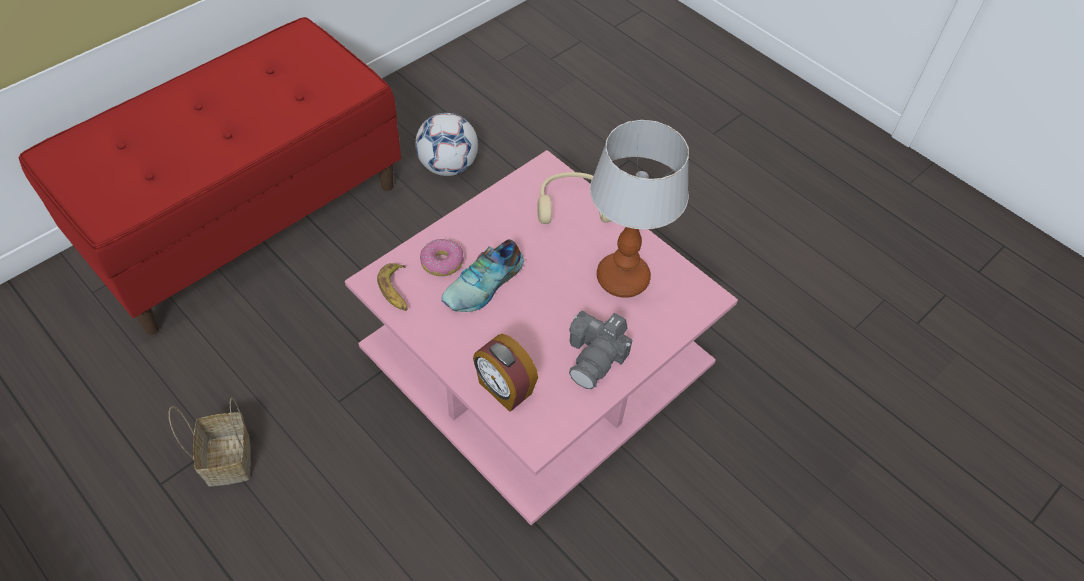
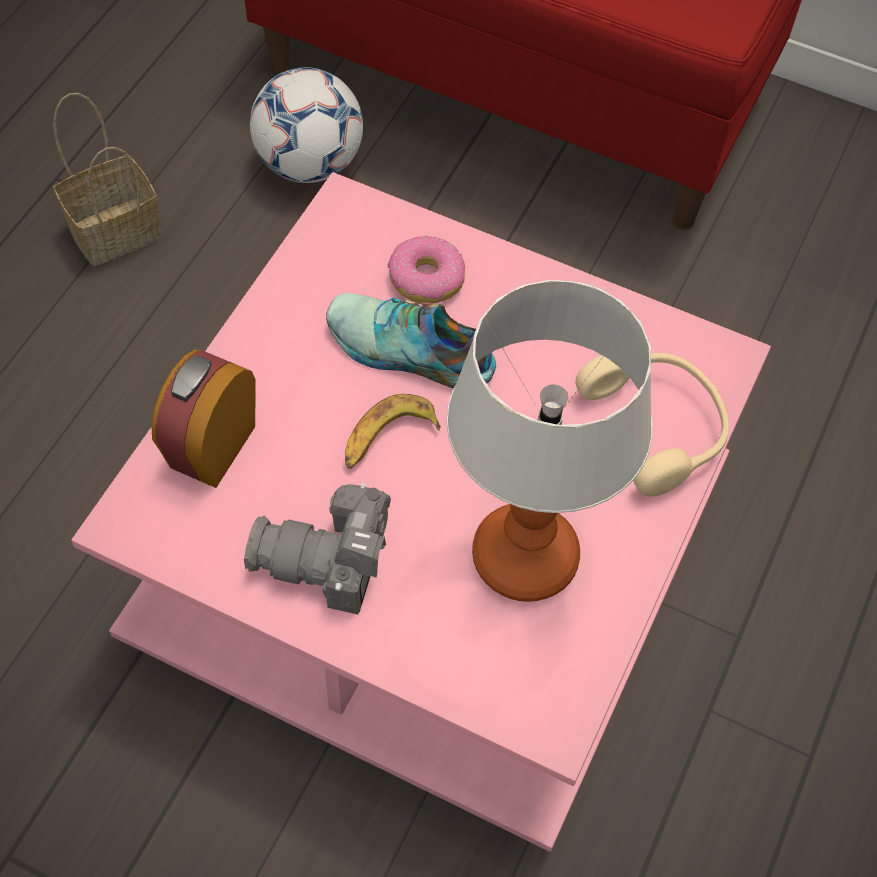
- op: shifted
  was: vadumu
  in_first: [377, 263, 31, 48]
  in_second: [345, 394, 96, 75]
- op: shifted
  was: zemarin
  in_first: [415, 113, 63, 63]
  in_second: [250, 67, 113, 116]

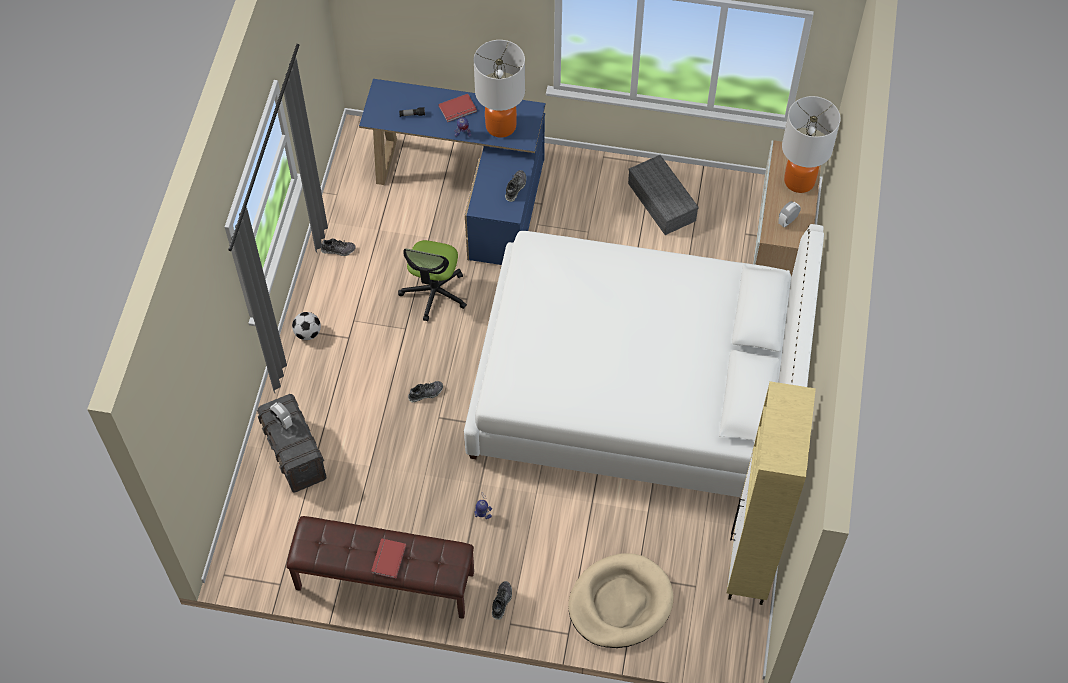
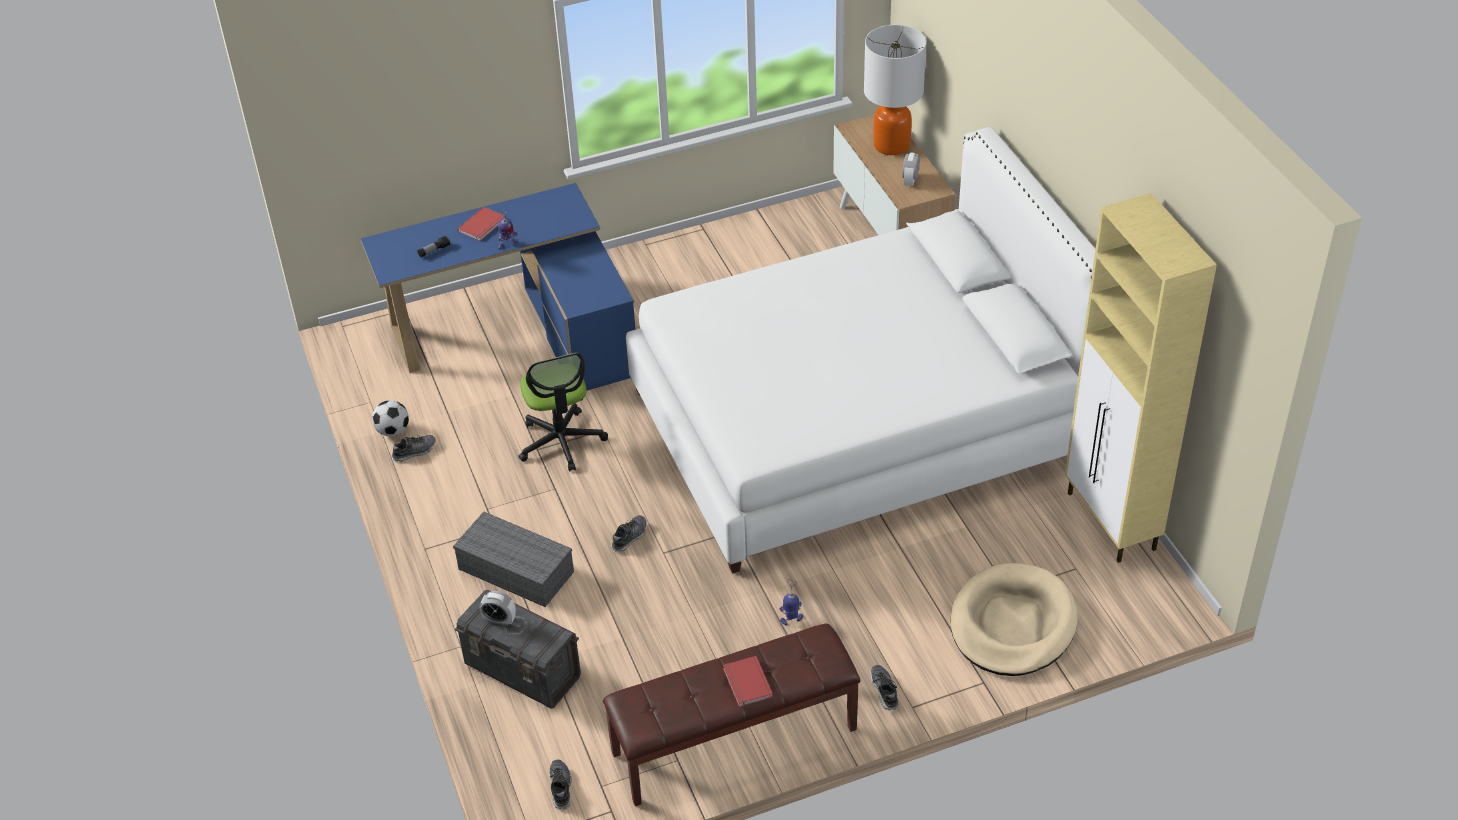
- op: gone
  was: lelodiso
  in_first: [474, 40, 51, 98]
- op: shifted
  was: zemarin
  in_first: [292, 312, 29, 28]
  in_second: [372, 400, 37, 36]
- op: shifted
  was: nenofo
  in_first: [505, 170, 21, 32]
  in_second: [550, 760, 22, 50]
- op: shifted
  was: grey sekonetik
  in_first: [628, 155, 71, 80]
  in_second: [453, 511, 121, 96]

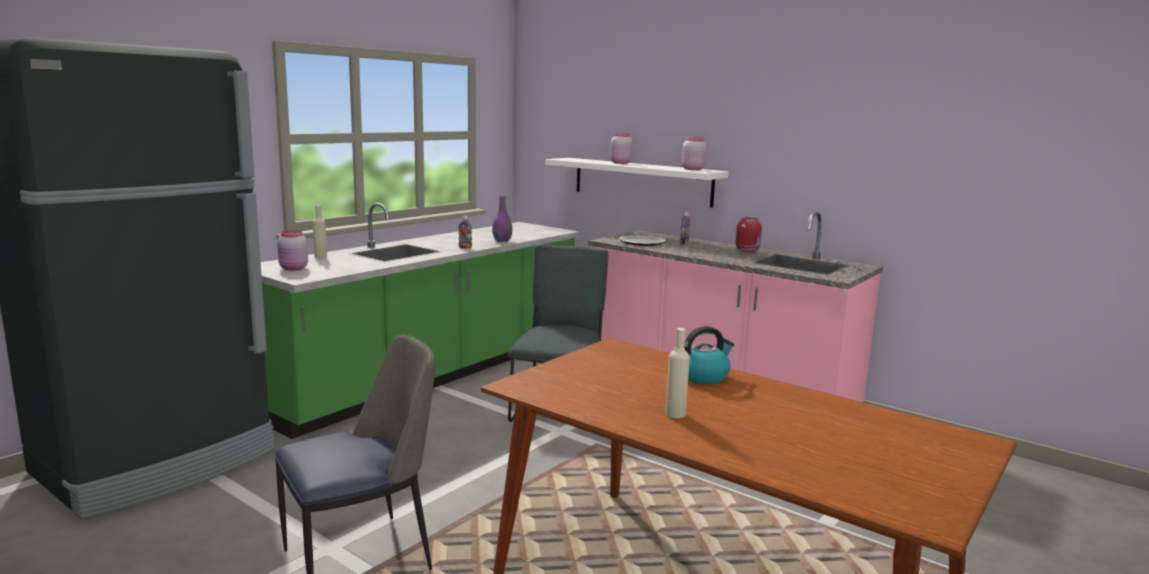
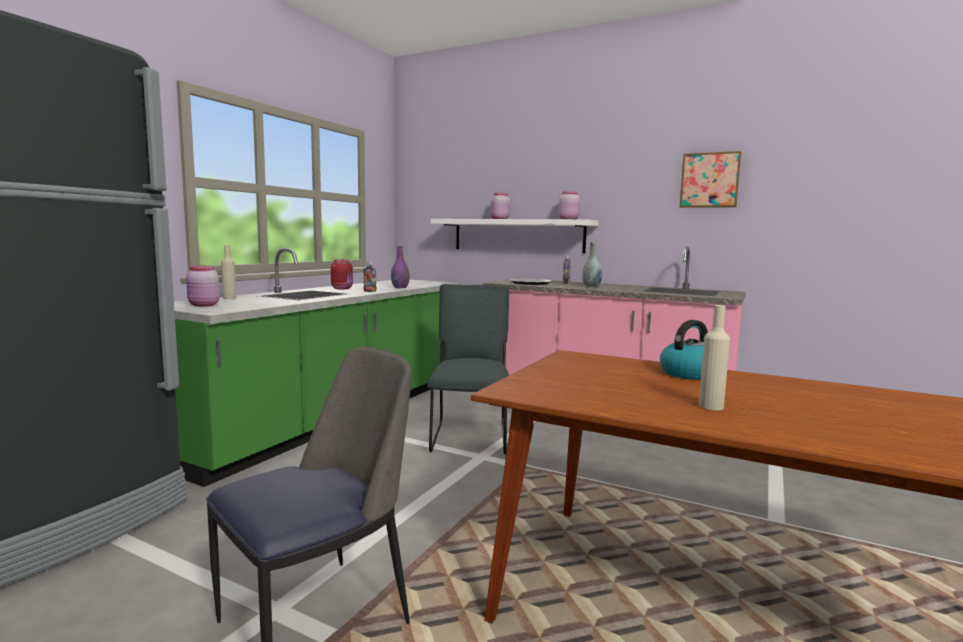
- op: new
  now: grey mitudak
  in_second: [582, 242, 20, 45]
- op: new
  now: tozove
  in_second: [680, 151, 61, 57]
- op: shifted
  was: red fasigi
  in_first: [736, 217, 26, 35]
  in_second: [331, 259, 22, 30]

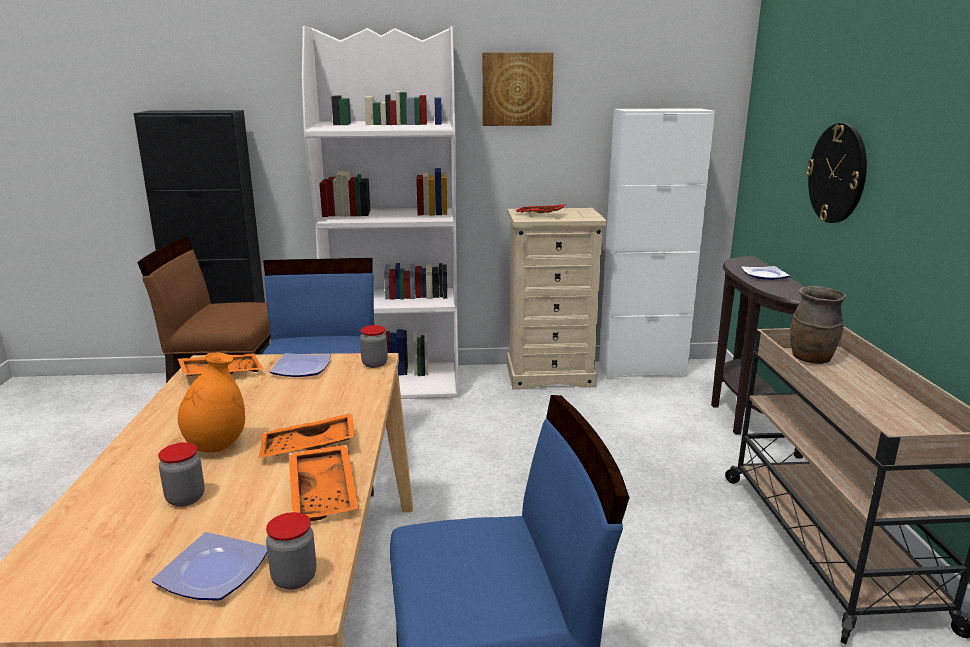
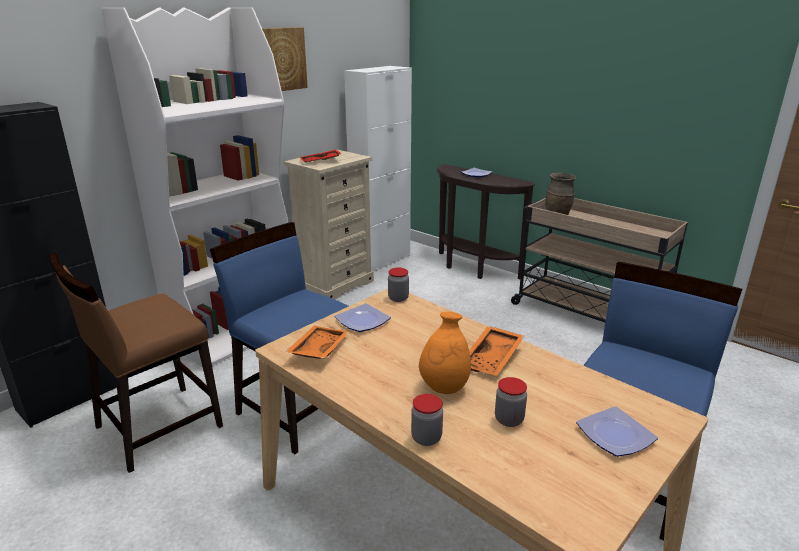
- op: gone
  was: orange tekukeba
  in_first: [289, 445, 70, 76]
- op: gone
  was: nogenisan
  in_first: [806, 123, 61, 100]
- op: shifted
  was: fasigi
  in_first: [266, 512, 50, 78]
  in_second: [411, 394, 32, 52]

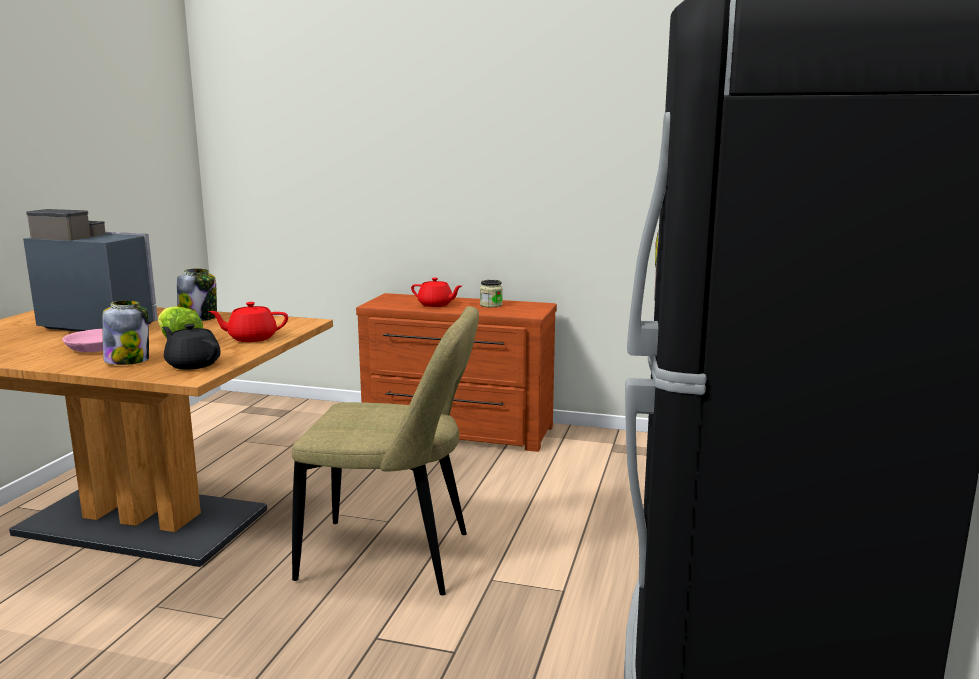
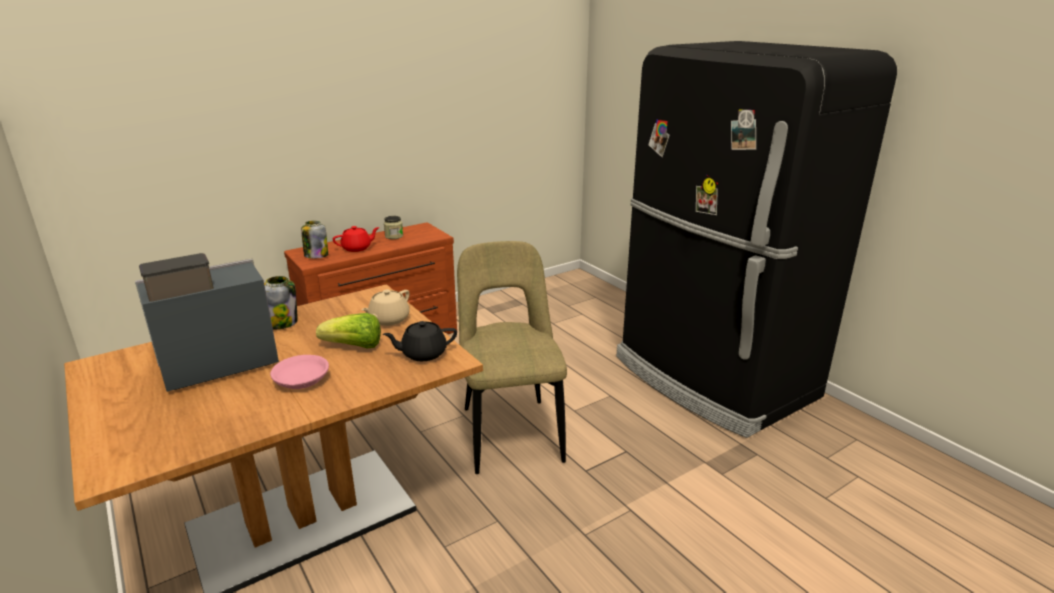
- op: shifted
  was: fasigi
  in_first: [102, 301, 47, 64]
  in_second: [301, 221, 27, 38]
- op: repainted
  was: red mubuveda
  now: beige mubuveda
  in_first: [208, 302, 80, 40]
  in_second: [361, 289, 49, 37]
- op: rotated
  was: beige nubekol
  in_first: [292, 306, 187, 289]
  in_second: [457, 241, 110, 233]
  clockwise: -60

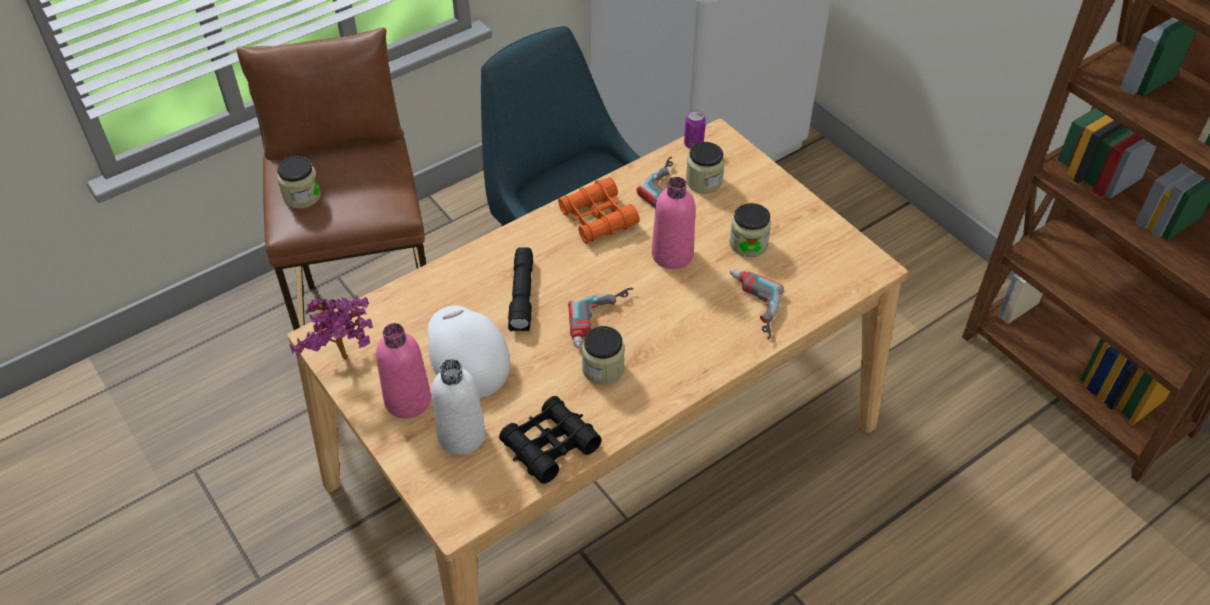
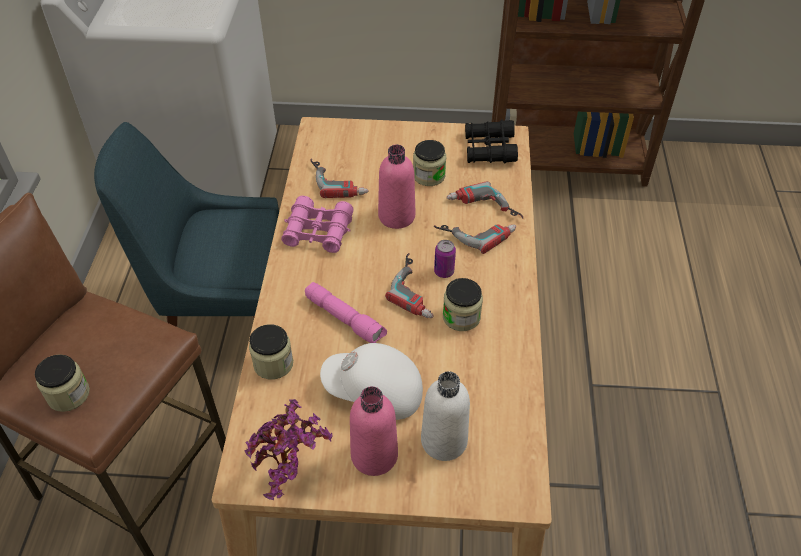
- op: new
  now: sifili
  in_second: [434, 224, 82, 30]
- op: shifted
  was: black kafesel
  in_first: [499, 396, 103, 88]
  in_second: [465, 120, 53, 43]
- op: shifted
  was: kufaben
  in_first: [684, 110, 22, 39]
  in_second: [434, 240, 22, 38]
- op: shifted
  was: fasigi
  in_first: [686, 142, 39, 52]
  in_second: [249, 324, 44, 55]
- op: repainted
  was: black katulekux
  now: pink katulekux
  in_first: [508, 247, 25, 84]
  in_second: [305, 282, 82, 61]
- op: repainted
  was: orange kafesel
  now: pink kafesel
  in_first: [558, 177, 81, 67]
  in_second: [281, 196, 73, 57]

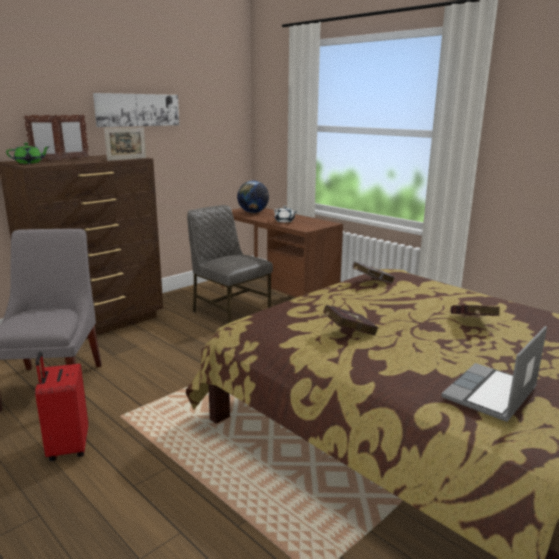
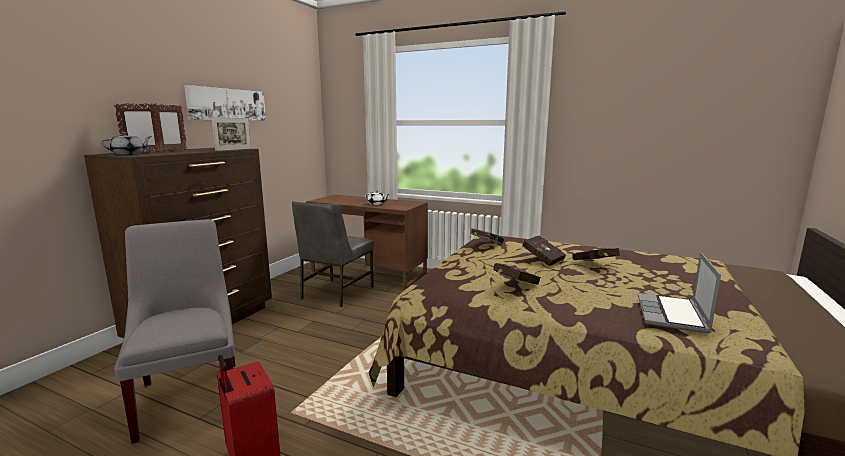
- op: gone
  was: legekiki
  in_first: [237, 181, 32, 32]
- op: new
  now: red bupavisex
  in_second: [522, 235, 44, 31]
- op: repainted
  was: green mubuveda
  now: grey mubuveda
  in_first: [6, 143, 44, 21]
  in_second: [100, 132, 52, 23]
- op: rotated
  was: grey nubekol
  in_first: [187, 205, 86, 118]
  in_second: [292, 201, 82, 106]
  clockwise: -90

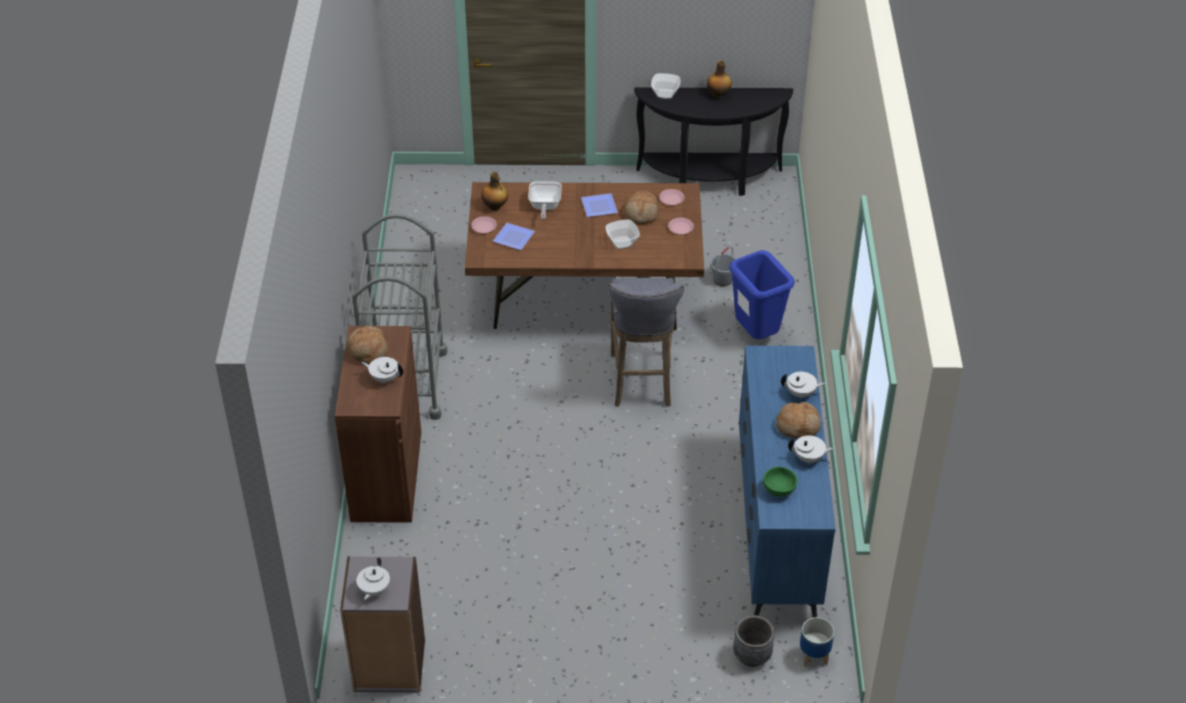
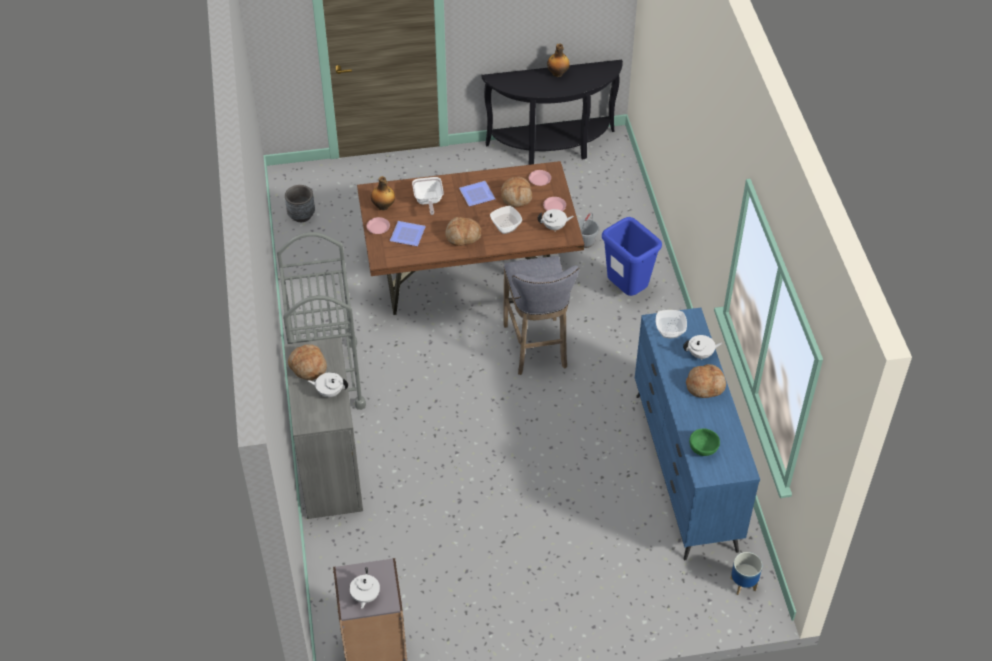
- op: new
  now: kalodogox
  in_second: [446, 217, 35, 29]
- op: shifted
  was: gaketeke
  in_first: [651, 73, 30, 26]
  in_second: [656, 310, 31, 29]
- op: shifted
  was: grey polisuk
  in_first: [733, 615, 42, 52]
  in_second: [285, 185, 30, 37]
- op: shifted
  was: white mubuveda
  in_first: [788, 435, 47, 29]
  in_second: [538, 209, 36, 21]
- op: repainted
  was: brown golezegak
  now: grey golezegak
  in_first: [335, 326, 86, 197]
  in_second: [284, 337, 79, 182]

